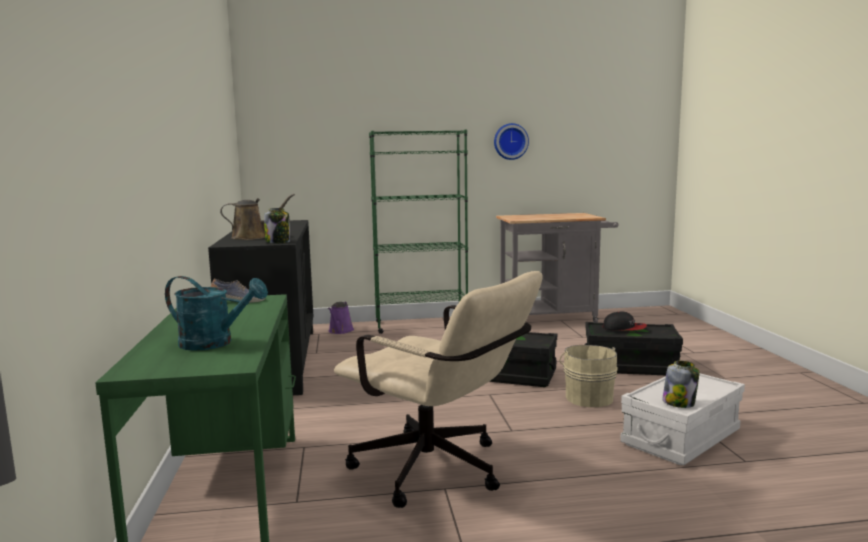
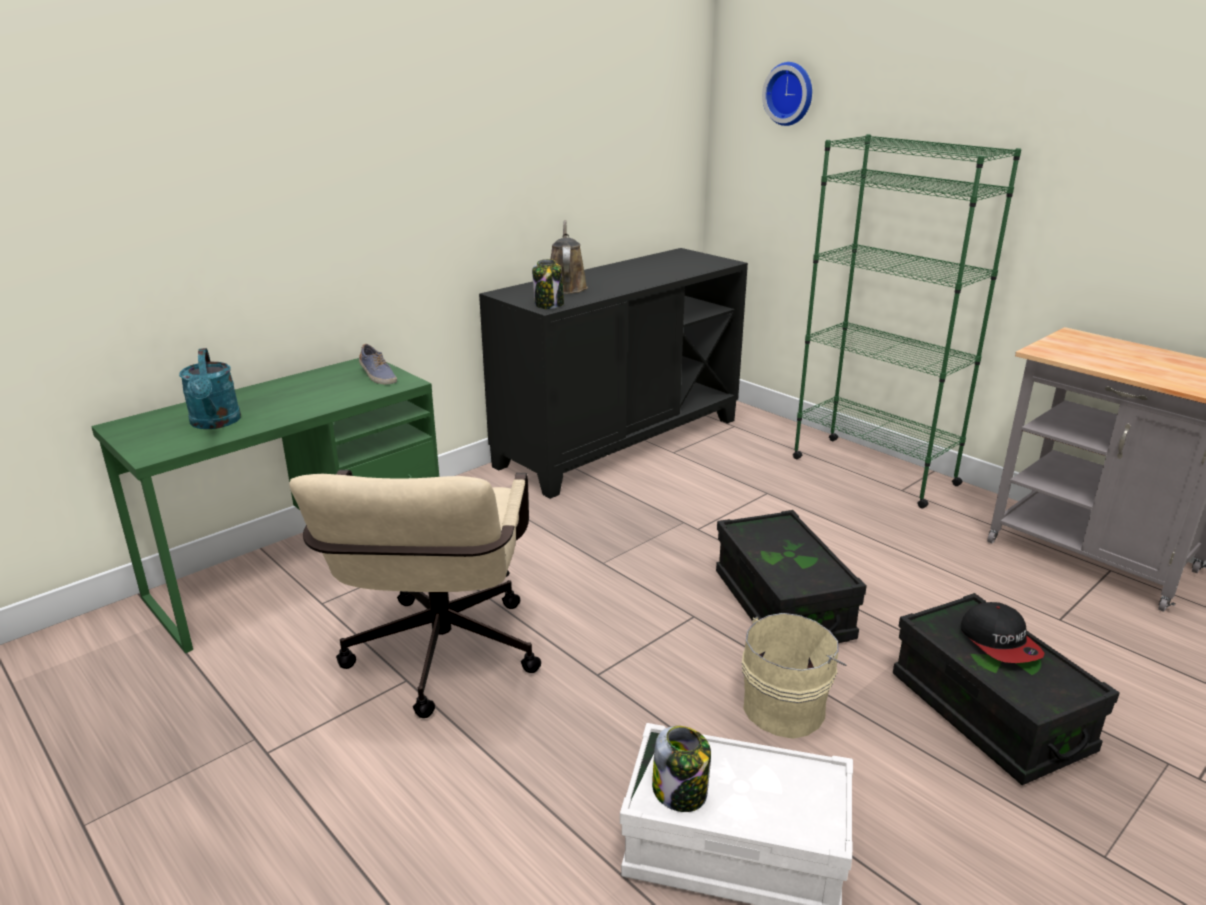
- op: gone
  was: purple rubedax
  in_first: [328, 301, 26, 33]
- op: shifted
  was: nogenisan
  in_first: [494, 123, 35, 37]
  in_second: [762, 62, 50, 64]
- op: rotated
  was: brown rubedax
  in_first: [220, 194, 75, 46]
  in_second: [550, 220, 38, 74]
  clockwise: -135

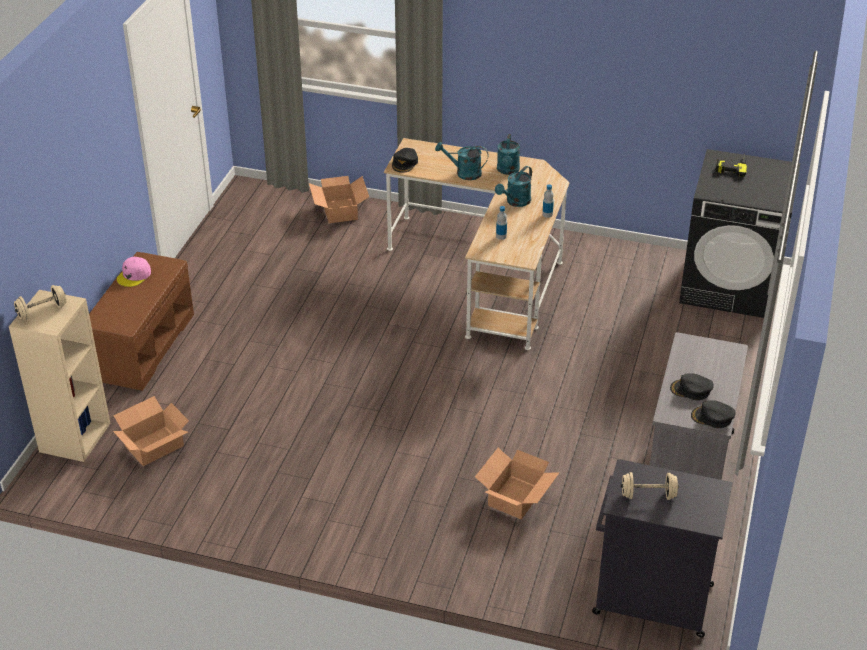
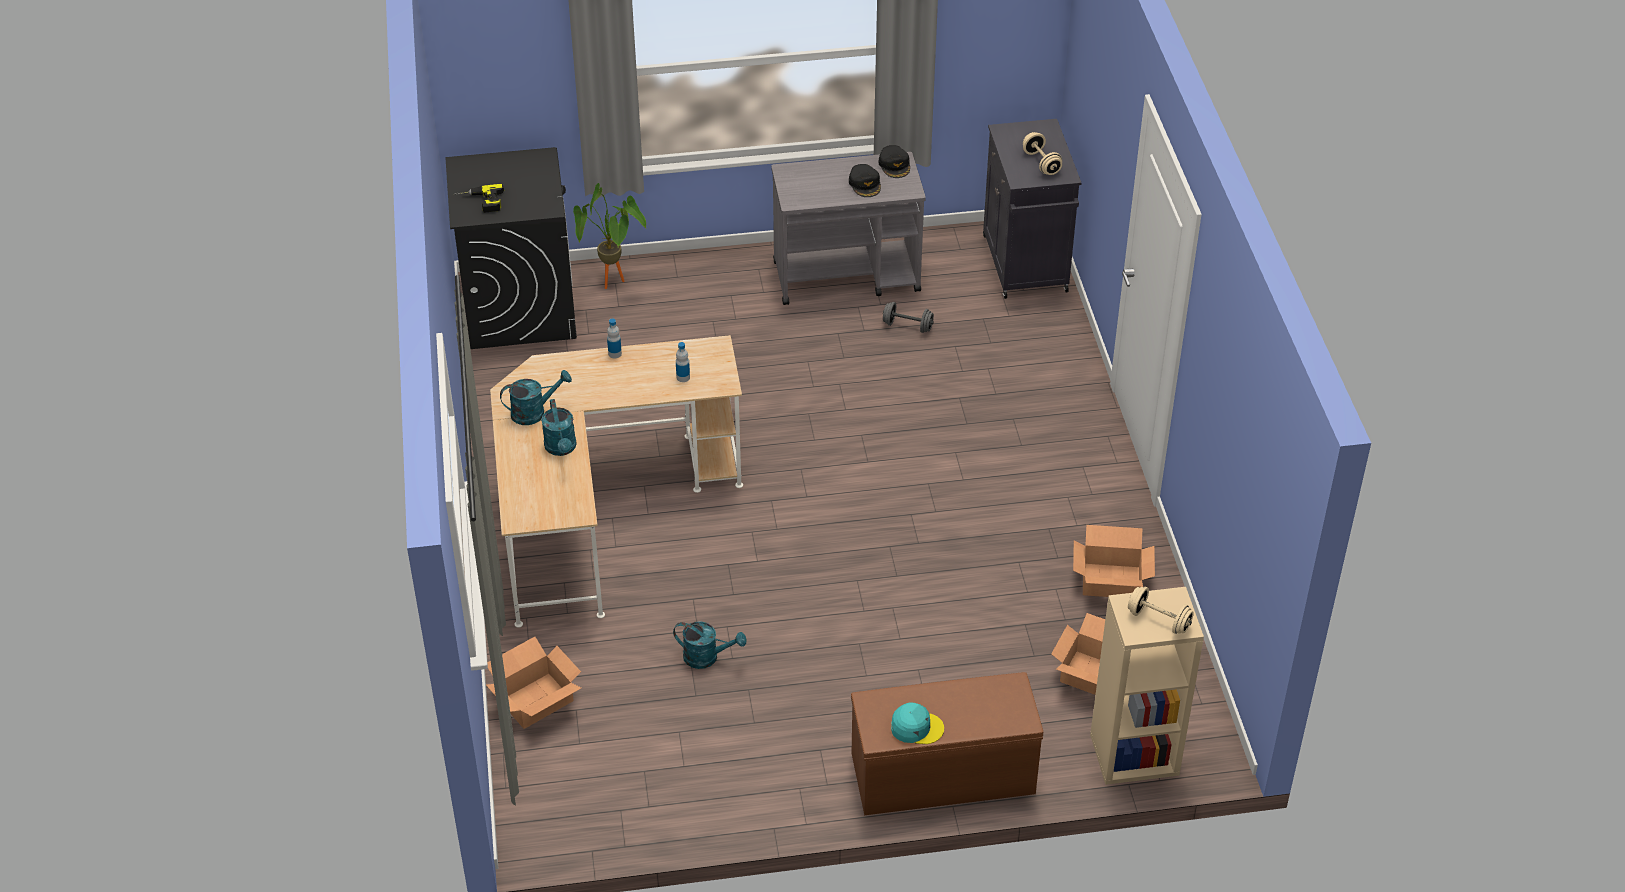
- op: gone
  was: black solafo
  in_first: [392, 148, 26, 25]
- op: new
  now: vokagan
  in_second: [573, 183, 73, 106]
- op: new
  now: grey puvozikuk
  in_second: [883, 302, 51, 31]
- op: shifted
  was: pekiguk
  in_first: [475, 448, 85, 72]
  in_second: [1073, 525, 82, 72]
- op: shifted
  was: turquoise rubedax
  in_first: [495, 166, 37, 41]
  in_second: [673, 621, 73, 48]
- op: repainted
  was: pink solafo
  now: turquoise solafo
  in_first: [117, 257, 34, 30]
  in_second: [891, 702, 53, 42]

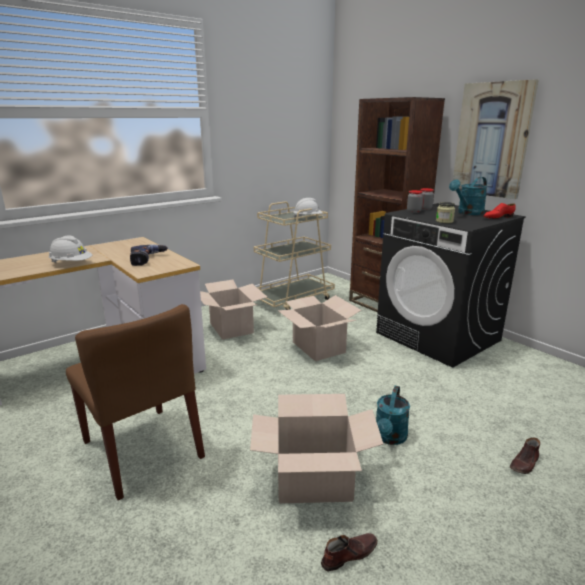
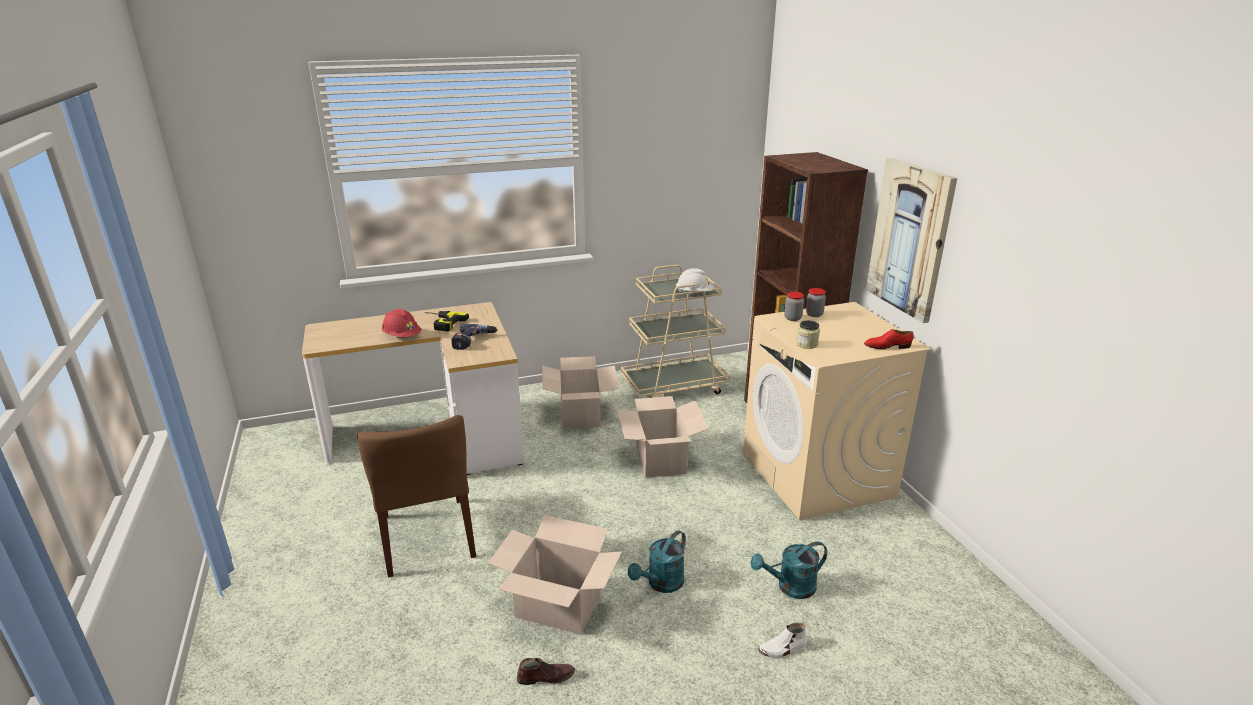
- op: new
  now: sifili
  in_second: [425, 311, 44, 21]
- op: shifted
  was: turquoise rubedax
  in_first: [449, 177, 39, 38]
  in_second: [750, 542, 77, 57]
- op: repainted
  was: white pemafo
  now: red pemafo
  in_first: [49, 235, 43, 28]
  in_second: [382, 308, 40, 29]
- op: repainted
  was: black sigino
  now: beige sigino
  in_first: [376, 203, 150, 165]
  in_second: [743, 302, 188, 218]
- op: repainted
  was: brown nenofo
  now: white nenofo
  in_first: [510, 438, 30, 36]
  in_second: [758, 623, 49, 36]

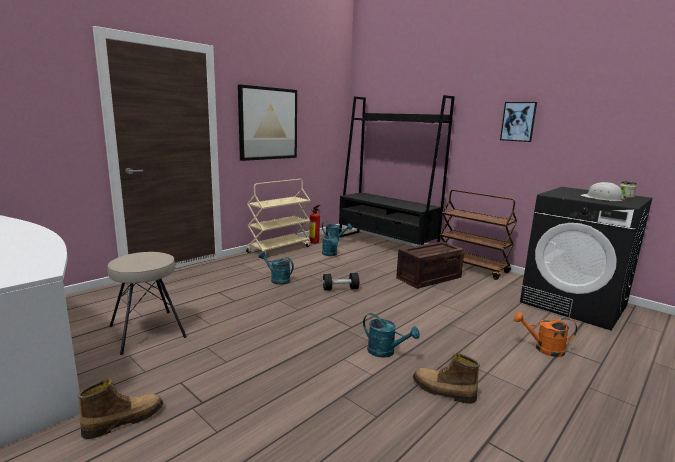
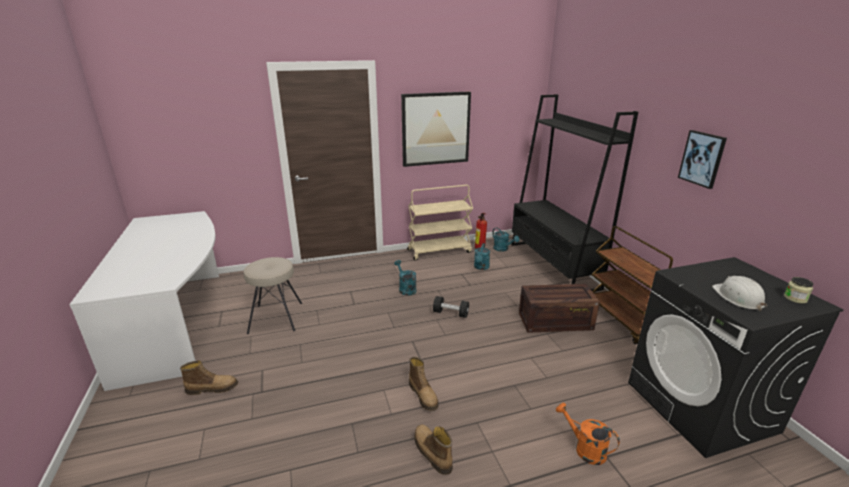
- op: swapped
  was: turquoise rubedax
  now: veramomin
  in_first: [363, 313, 57, 45]
  in_second: [409, 357, 30, 54]

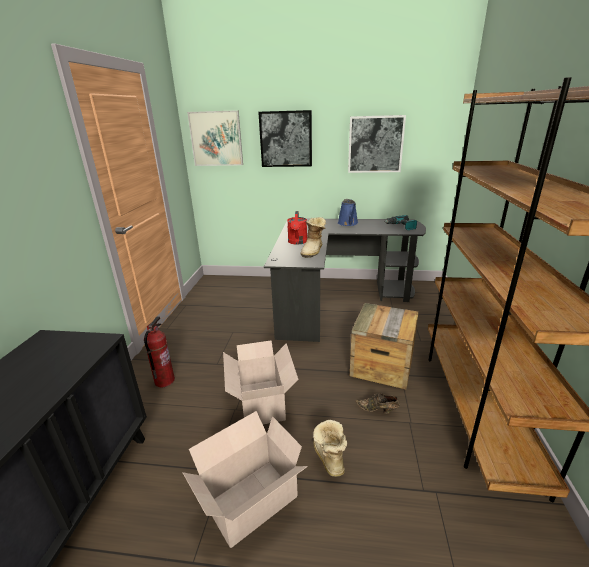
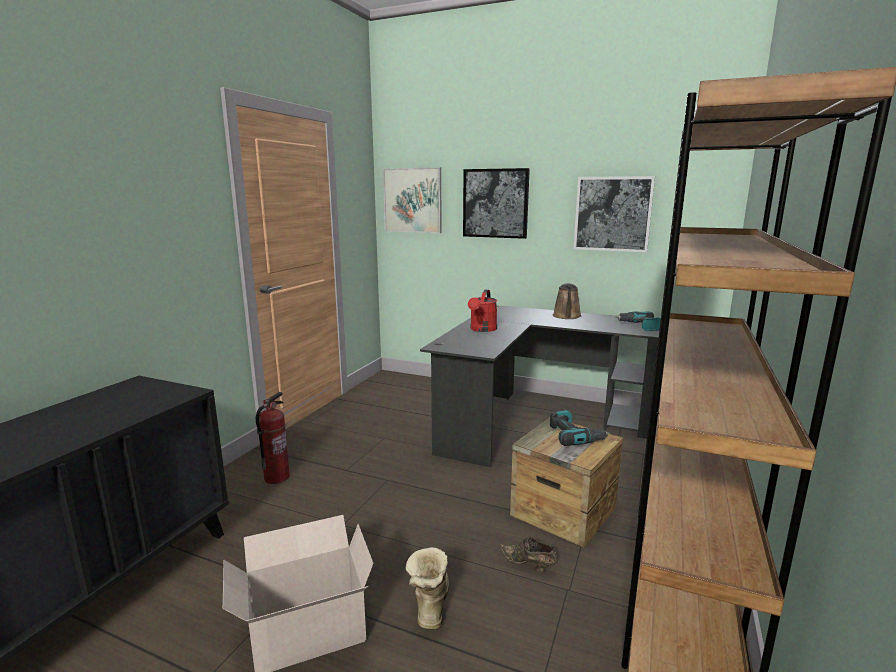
- op: gone
  was: pekiguk
  in_first: [223, 340, 75, 84]
- op: gone
  was: veramomin
  in_first: [300, 217, 26, 41]
- op: new
  now: sifili
  in_second: [550, 410, 60, 36]
- op: repainted
  was: blue rubedax
  now: brown rubedax
  in_first: [338, 199, 20, 27]
  in_second: [553, 283, 28, 36]

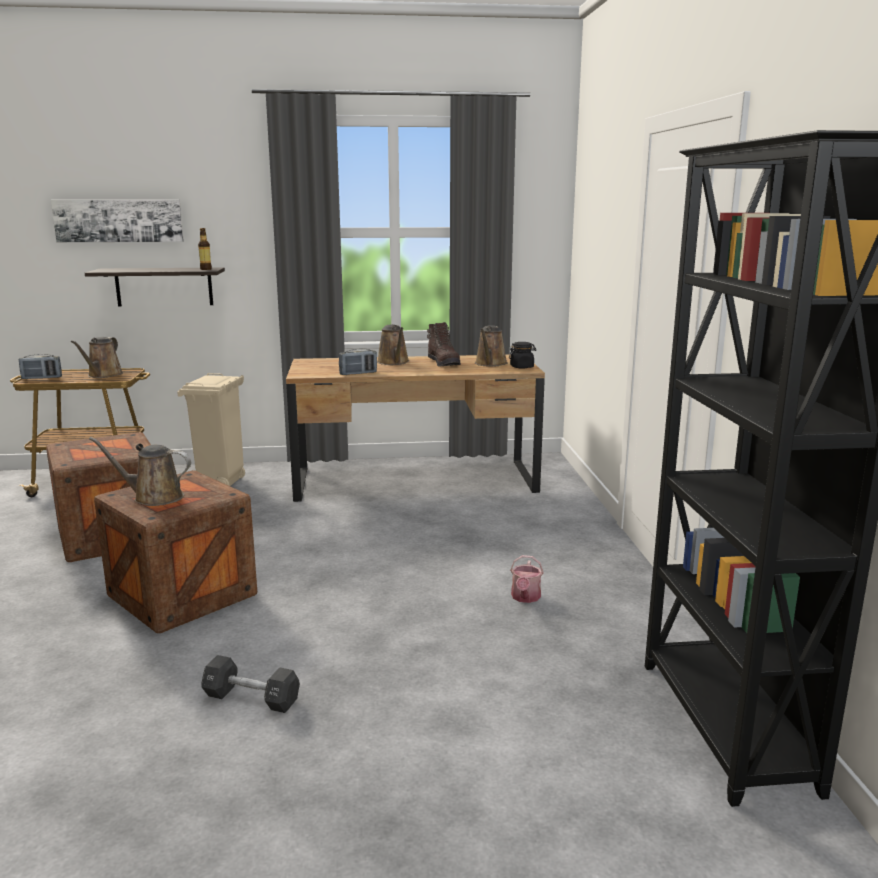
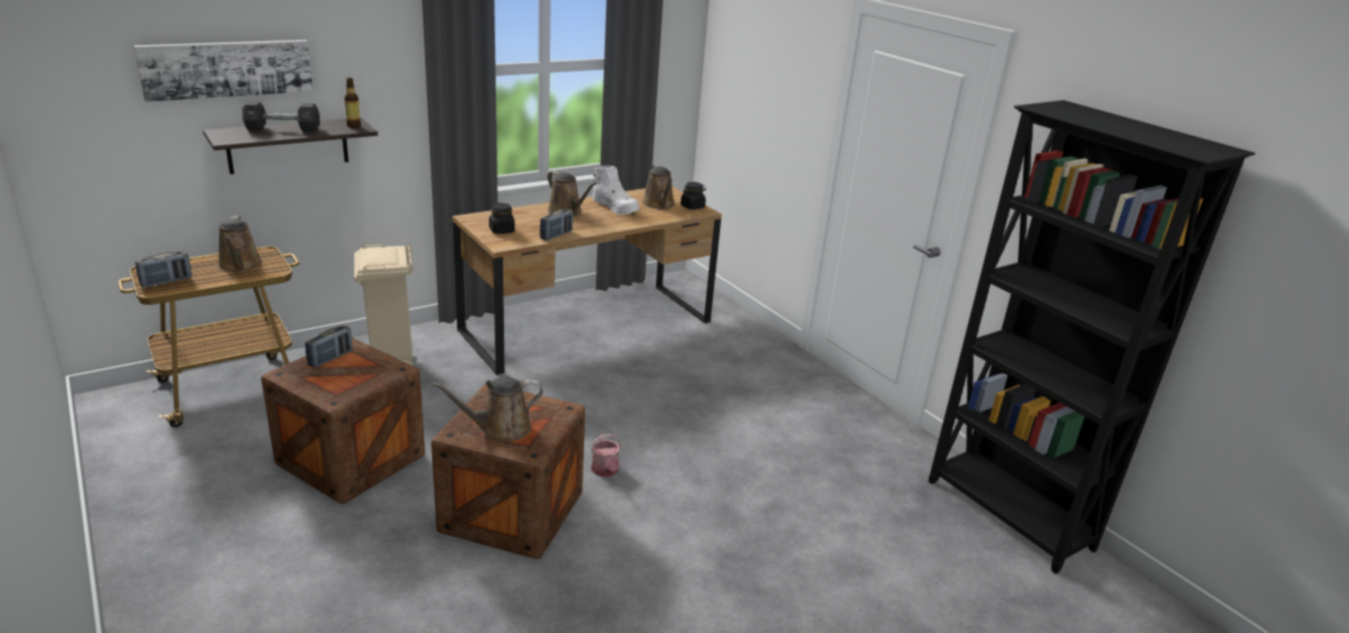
- op: new
  now: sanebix
  in_second: [305, 325, 47, 43]
- op: new
  now: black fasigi
  in_second: [489, 203, 26, 31]
- op: shifted
  was: black puvozikuk
  in_first: [201, 655, 99, 58]
  in_second: [243, 101, 77, 31]
- op: shifted
  was: rubedax
  in_first: [510, 555, 34, 48]
  in_second: [591, 434, 30, 43]
- op: repainted
  was: brown veramomin
  now: white veramomin
  in_first: [427, 322, 34, 45]
  in_second: [592, 166, 48, 49]

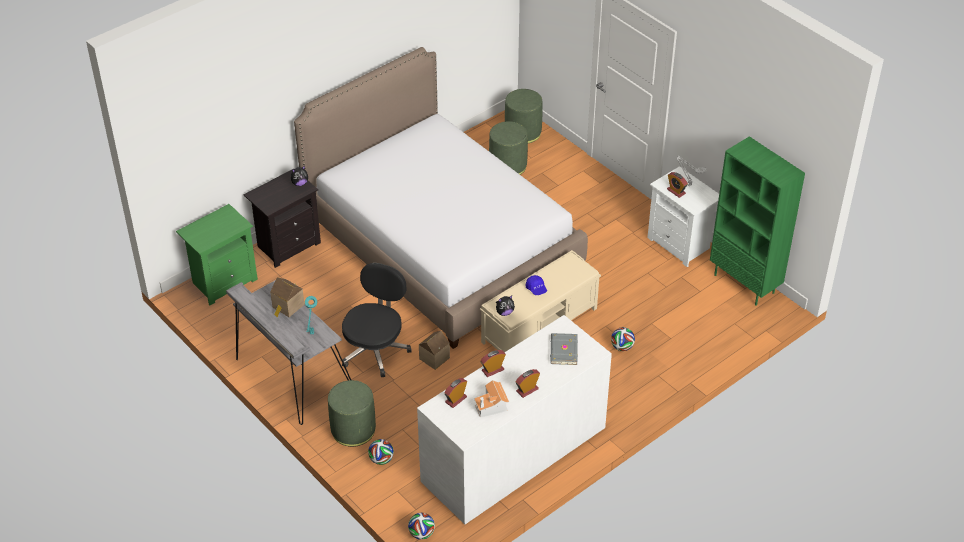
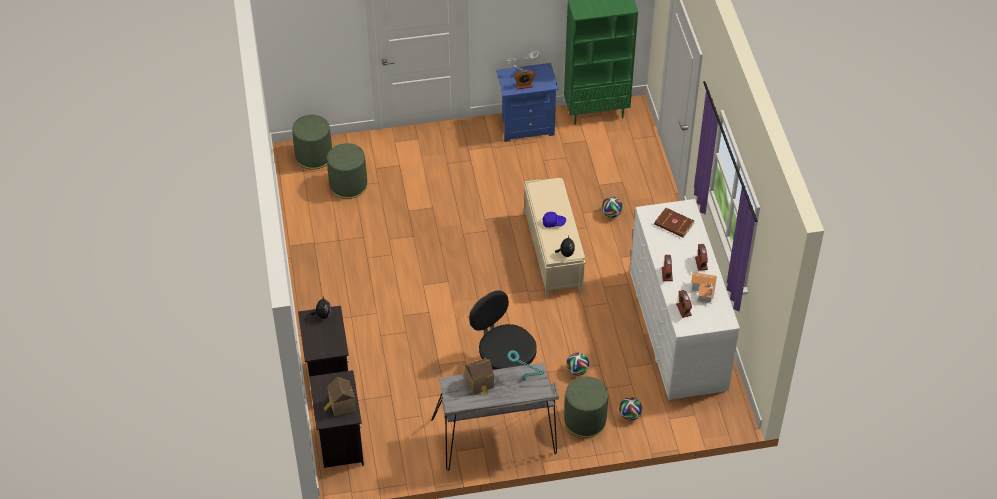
- op: gone
  was: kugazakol
  in_first: [294, 47, 294, 302]
- op: shifted
  was: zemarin
  in_first: [408, 513, 27, 27]
  in_second: [566, 353, 23, 23]
- op: shifted
  was: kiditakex
  in_first: [419, 331, 31, 39]
  in_second: [324, 377, 32, 39]
- op: repainted
  was: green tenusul
  now: black tenusul
  in_first: [176, 204, 82, 101]
  in_second: [309, 370, 55, 98]
- op: repainted
  was: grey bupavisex
  now: brown bupavisex
  in_first: [550, 333, 28, 32]
  in_second: [654, 208, 40, 30]
- op: repainted
  was: white tenusul
  now: blue tenusul
  in_first: [647, 166, 72, 101]
  in_second: [496, 63, 62, 79]

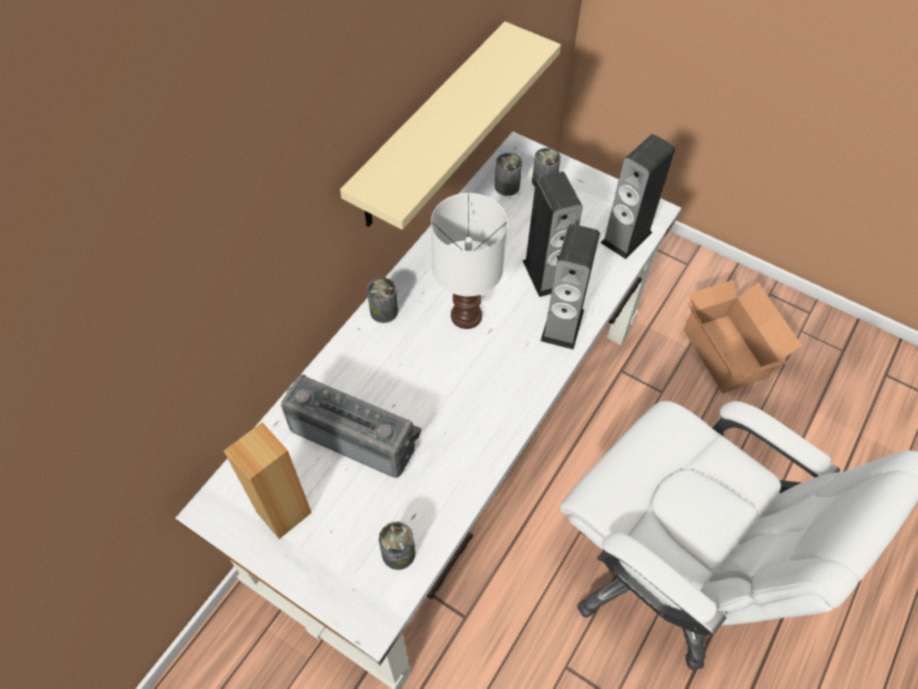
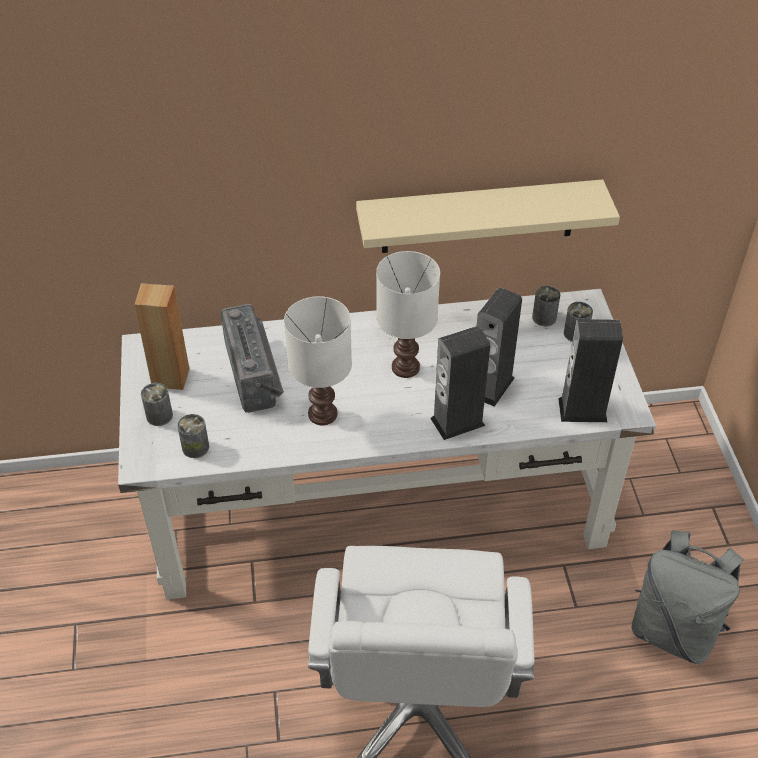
- op: new
  now: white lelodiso
  in_second: [284, 296, 68, 129]
- op: shifted
  was: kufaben
  in_first: [367, 277, 31, 46]
  in_second: [141, 383, 32, 43]
- op: swapped
  was: pekiguk
  now: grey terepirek
  in_first: [684, 280, 118, 113]
  in_second: [632, 531, 112, 133]

